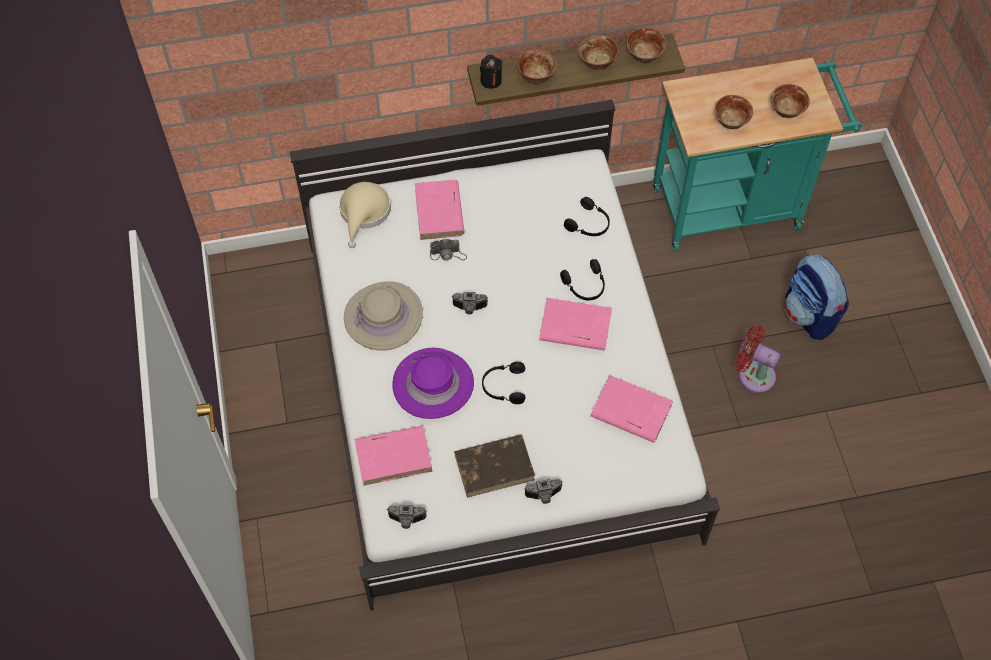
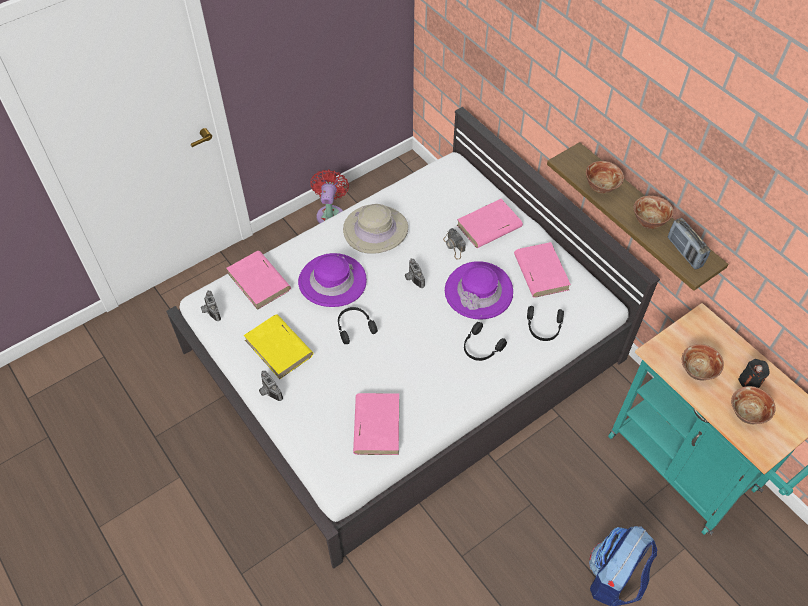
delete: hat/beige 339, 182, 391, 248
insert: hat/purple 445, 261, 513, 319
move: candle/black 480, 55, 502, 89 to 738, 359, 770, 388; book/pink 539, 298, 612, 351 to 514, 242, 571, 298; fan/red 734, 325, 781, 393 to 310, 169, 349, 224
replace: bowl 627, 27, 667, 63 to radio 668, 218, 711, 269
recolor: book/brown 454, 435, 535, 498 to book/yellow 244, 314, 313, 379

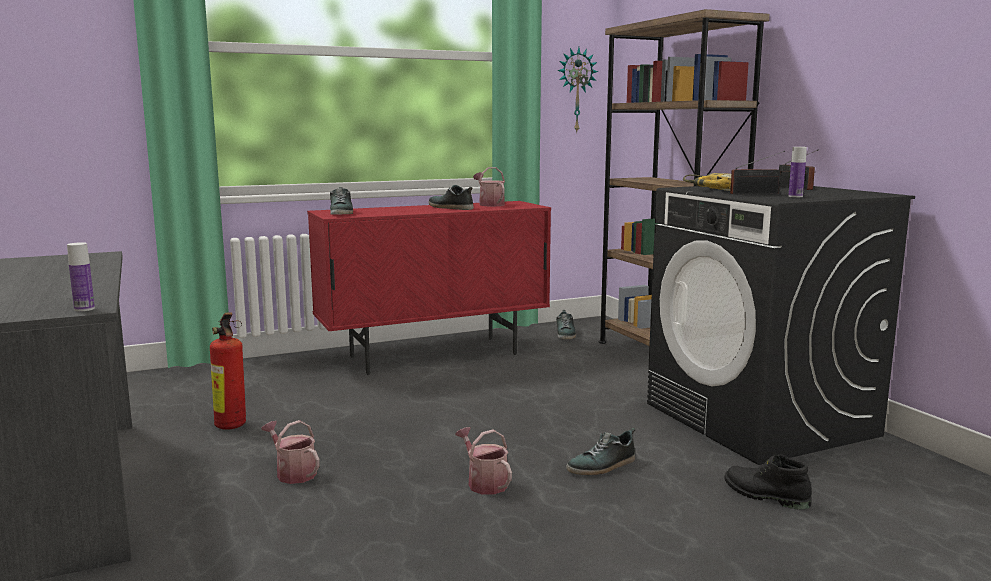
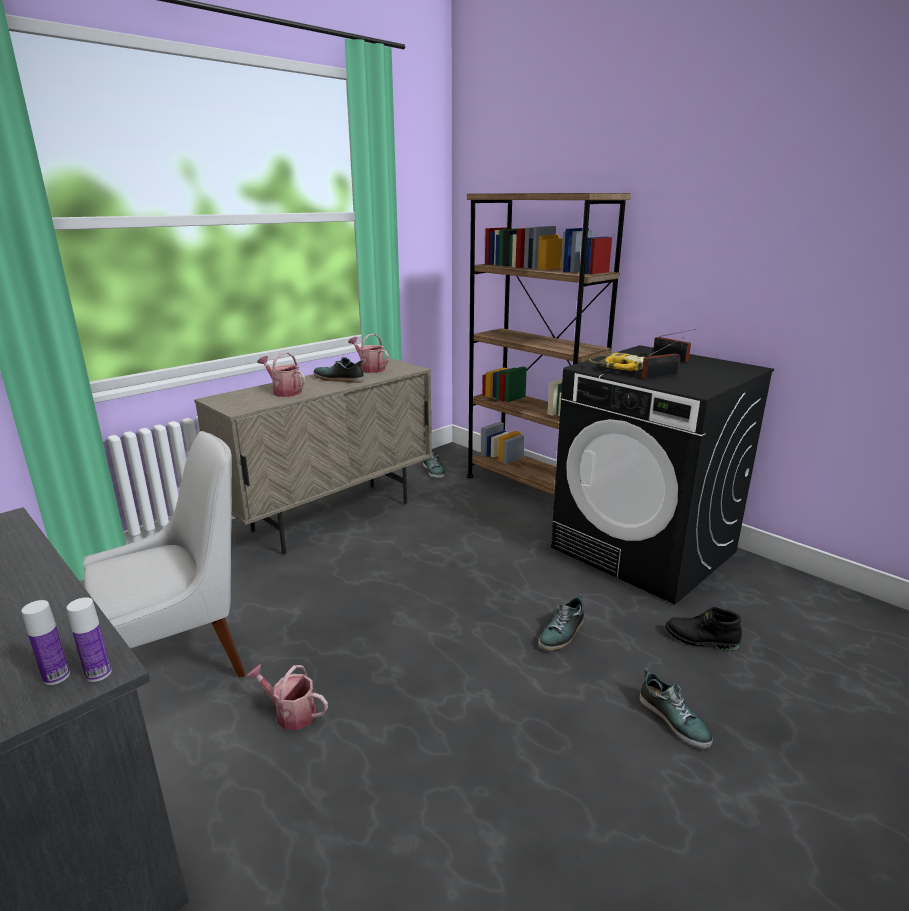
delete: wall clock 558, 47, 598, 132
move: shoe 330, 187, 353, 215 to 640, 668, 713, 749; watering can 455, 427, 512, 495 to 258, 352, 305, 397; bottle 788, 147, 807, 197 to 21, 600, 70, 685
replace: fire extinguisher 210, 312, 246, 430 to chair/white 83, 431, 245, 677
recolor: cabinet/red 307, 201, 551, 375 to cabinet/beige 194, 358, 432, 555

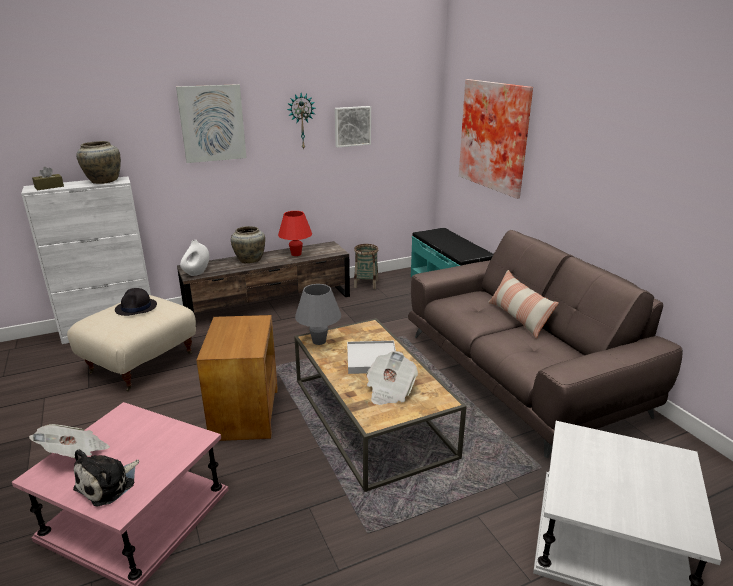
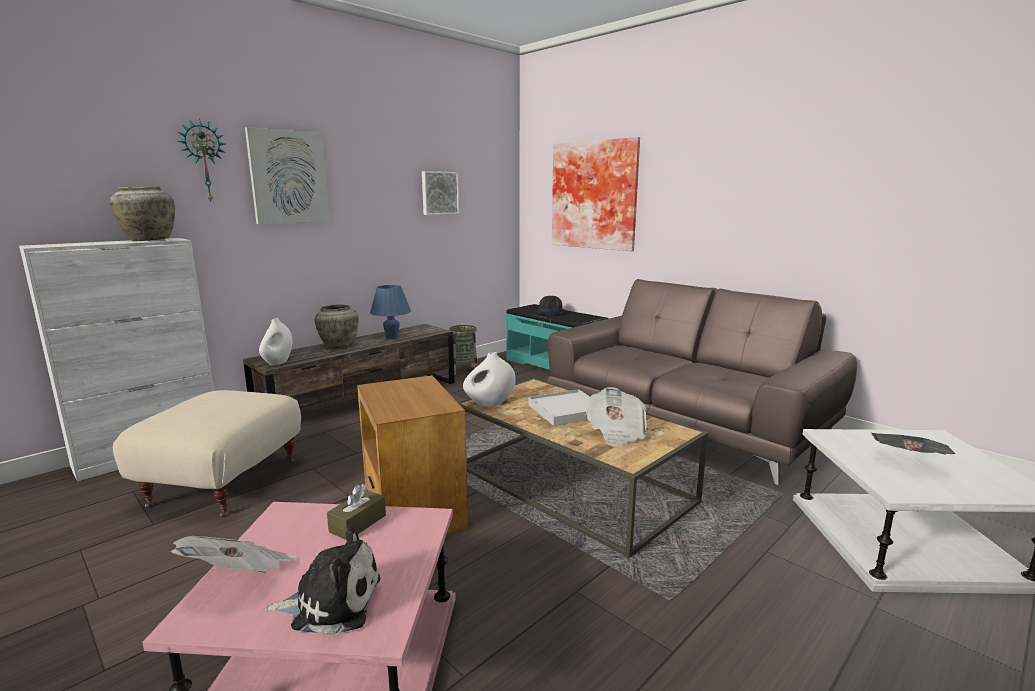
delete: pillow 488, 270, 559, 339
insert: newspaper 871, 433, 955, 455
move: tissue box/brown 32, 167, 64, 190 to 327, 484, 386, 540; hat/black 115, 288, 157, 316 to 534, 296, 567, 315; wall clock 287, 93, 316, 150 to 178, 118, 226, 202
replace: table lamp/grey 295, 284, 341, 345 to vase/white 463, 352, 516, 407
recolor: table lamp/red 278, 211, 312, 256 to table lamp/blue 370, 285, 411, 338
rotate: plush toy 73, 449, 139, 507 = 264, 527, 380, 635 105 degrees counterclockwise

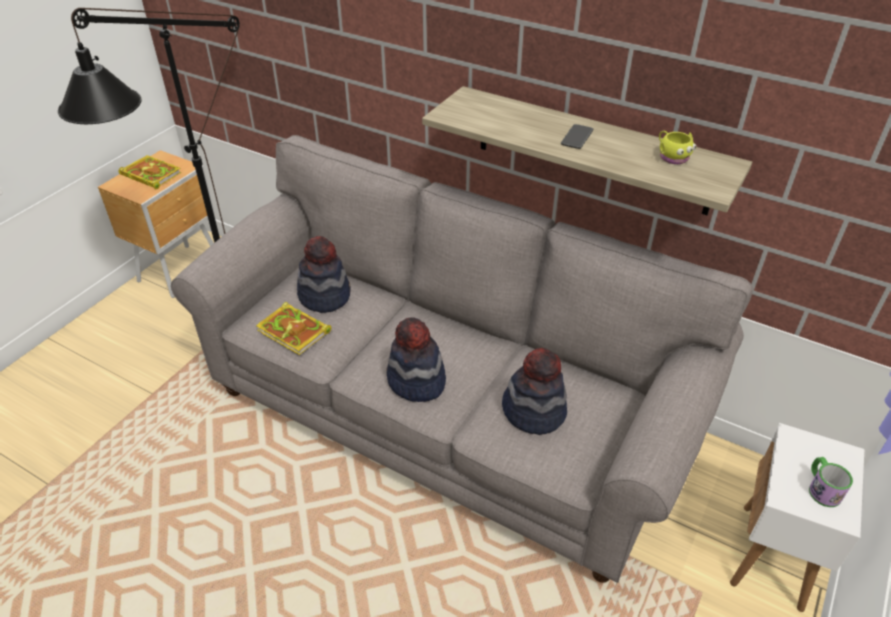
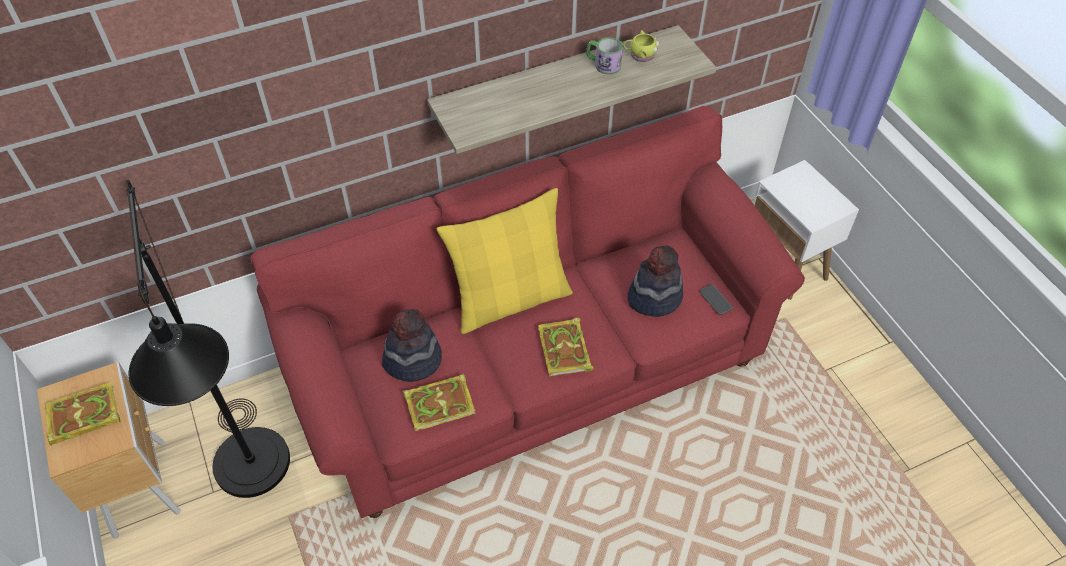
insert: pillow/yellow 436, 188, 573, 334
move: phone 561, 124, 593, 149 to 699, 284, 733, 315; mug 809, 457, 853, 507 to 586, 37, 623, 75
replace: hat 386, 318, 446, 402 to book 538, 318, 594, 377
recolor: sofa/grey 171, 135, 753, 583 to sofa/red 250, 106, 805, 518

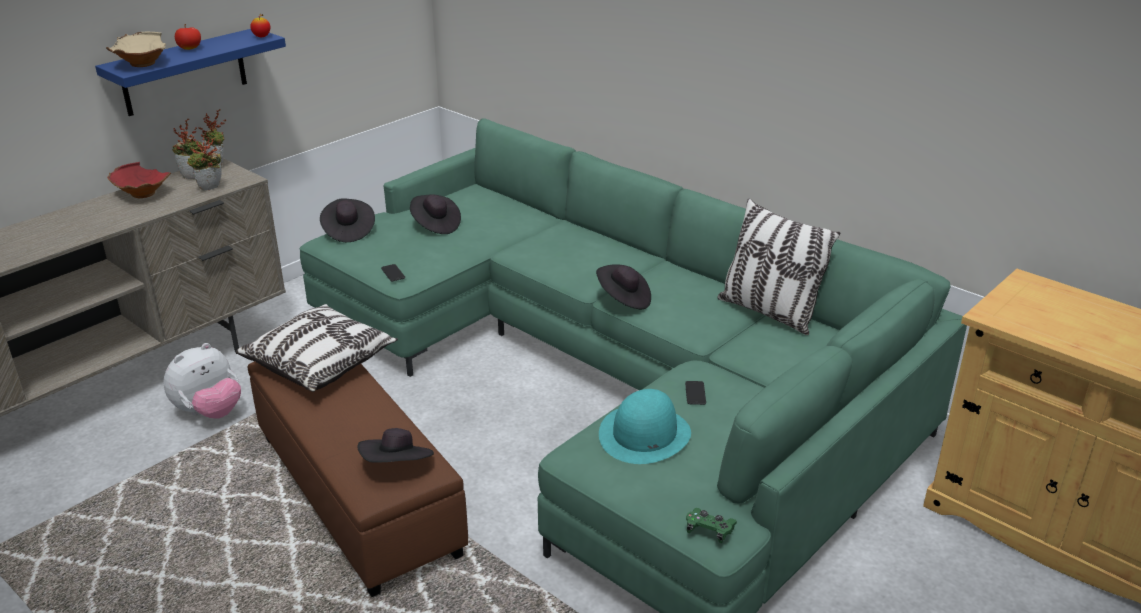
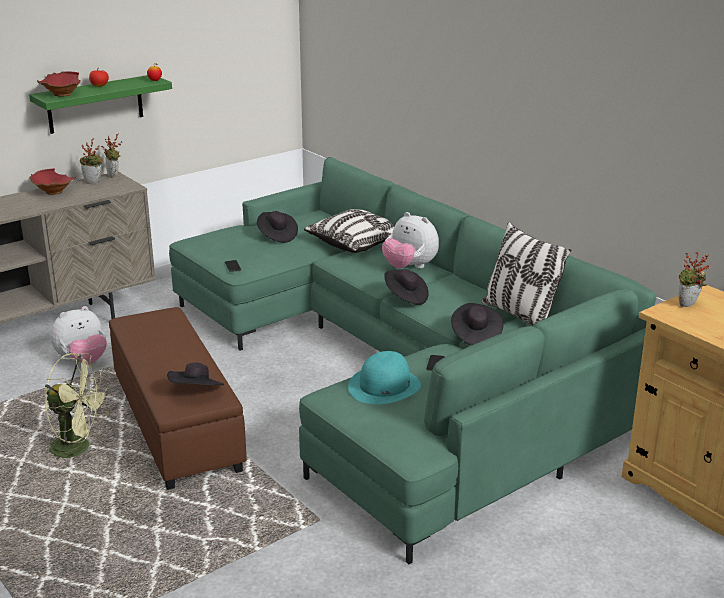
delete: game controller/green 686, 508, 737, 543
insert: fan/green 45, 353, 111, 459; plush toy 382, 212, 439, 269
move: potted plant 187, 135, 222, 191 to 679, 252, 709, 307; pillow 236, 304, 398, 392 to 304, 209, 394, 253; hat/black 320, 198, 375, 242 to 451, 303, 503, 346
recolor: shelf/blue 95, 29, 286, 116 to shelf/green 29, 75, 172, 134; bowl/beige 106, 32, 166, 67 to bowl/red 37, 71, 81, 97

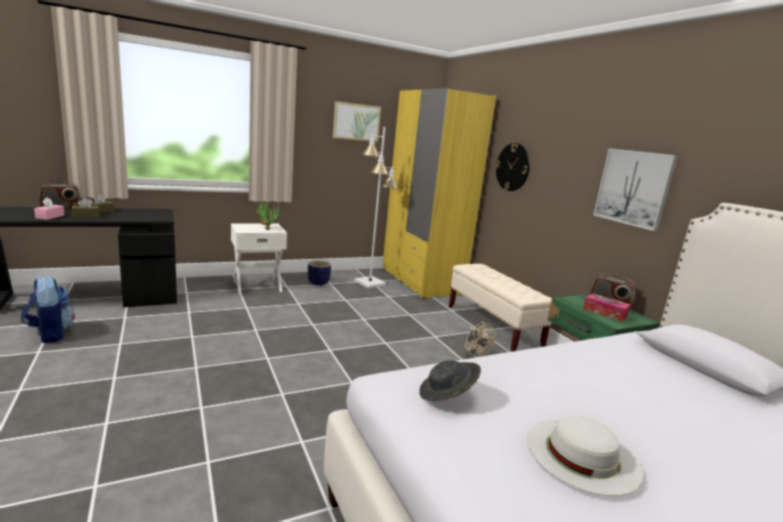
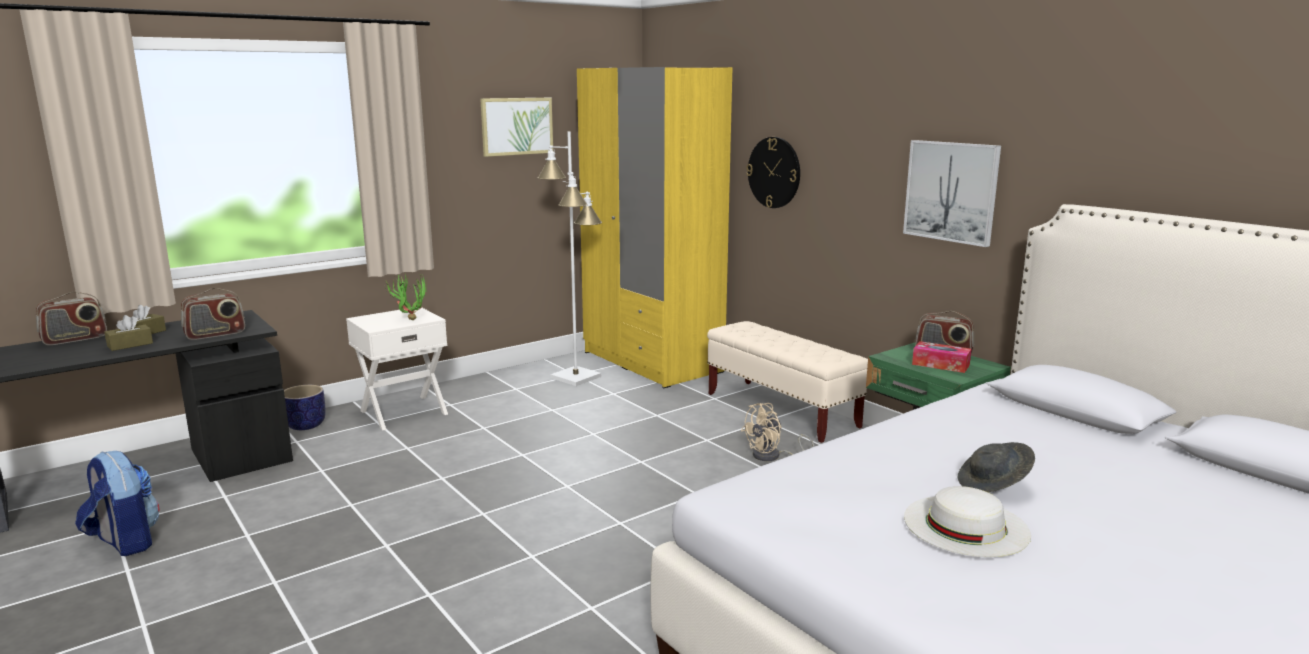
delete: tissue box/pink 34, 197, 64, 220
insert: radio 181, 288, 245, 340
move: planter 308, 260, 331, 285 to 284, 385, 326, 430; hat/grey 419, 360, 481, 401 to 958, 442, 1035, 492
rotate: fan/beige 464, 321, 496, 359 = 741, 403, 814, 461 90 degrees clockwise

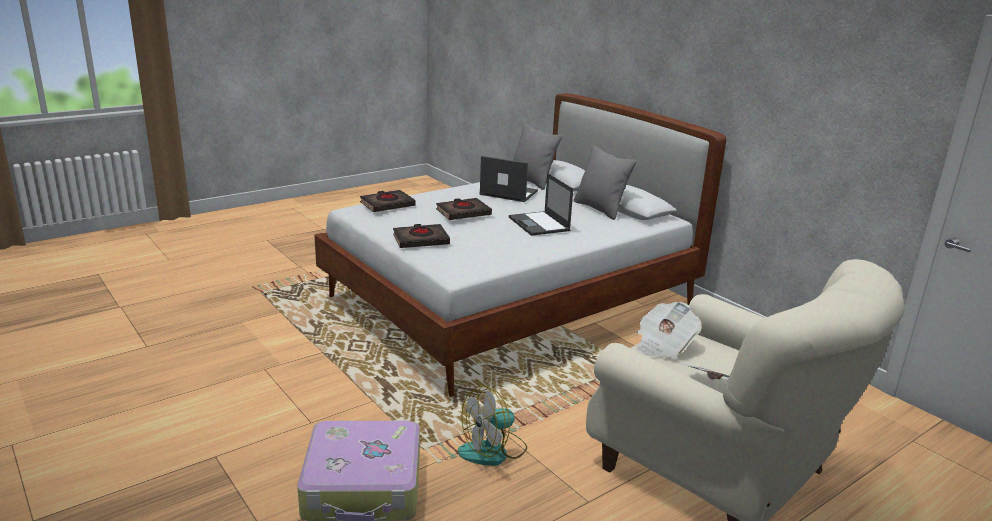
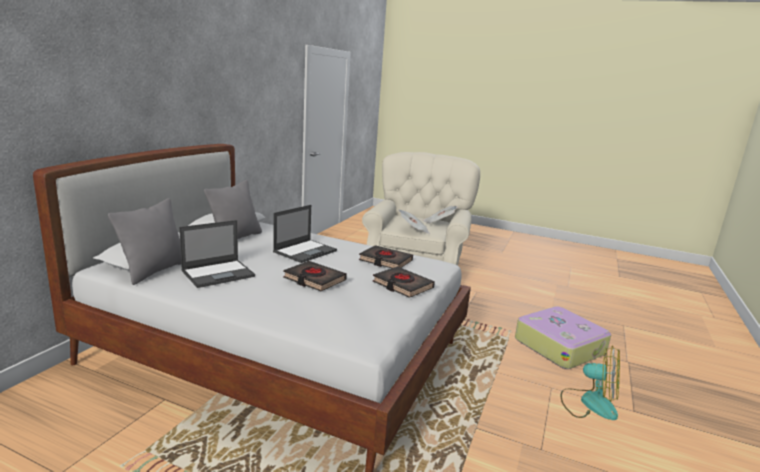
move: book/black 360, 190, 415, 212 to 359, 245, 413, 268; fan 457, 385, 527, 466 to 561, 345, 620, 420
rotate: laptop 479, 156, 538, 202 = 179, 220, 255, 288 120 degrees counterclockwise

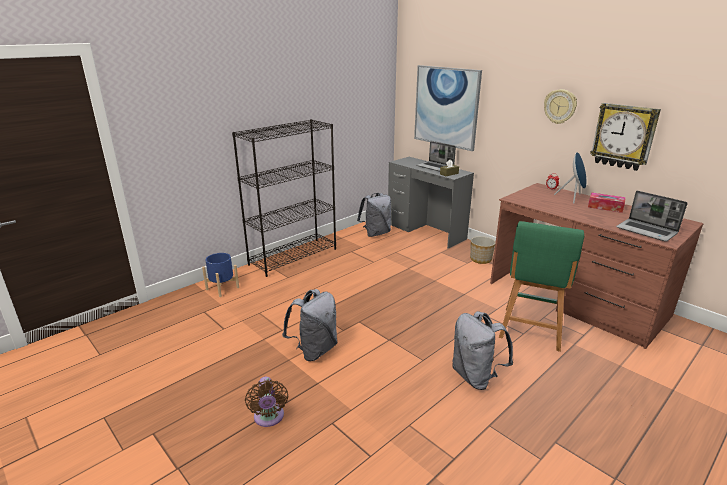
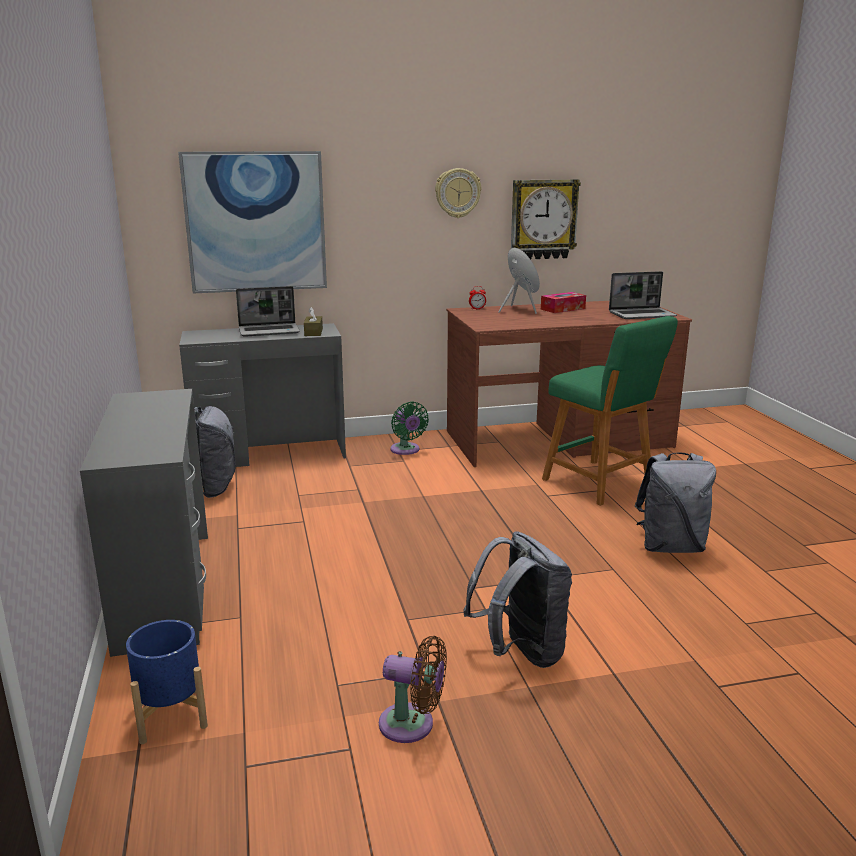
move: fan/brown 245, 377, 288, 427 to 379, 636, 447, 743
replace: bookcase/black 232, 119, 336, 277 to desk/grey 80, 389, 208, 657; planter 470, 236, 495, 264 to fan/green 391, 401, 429, 455

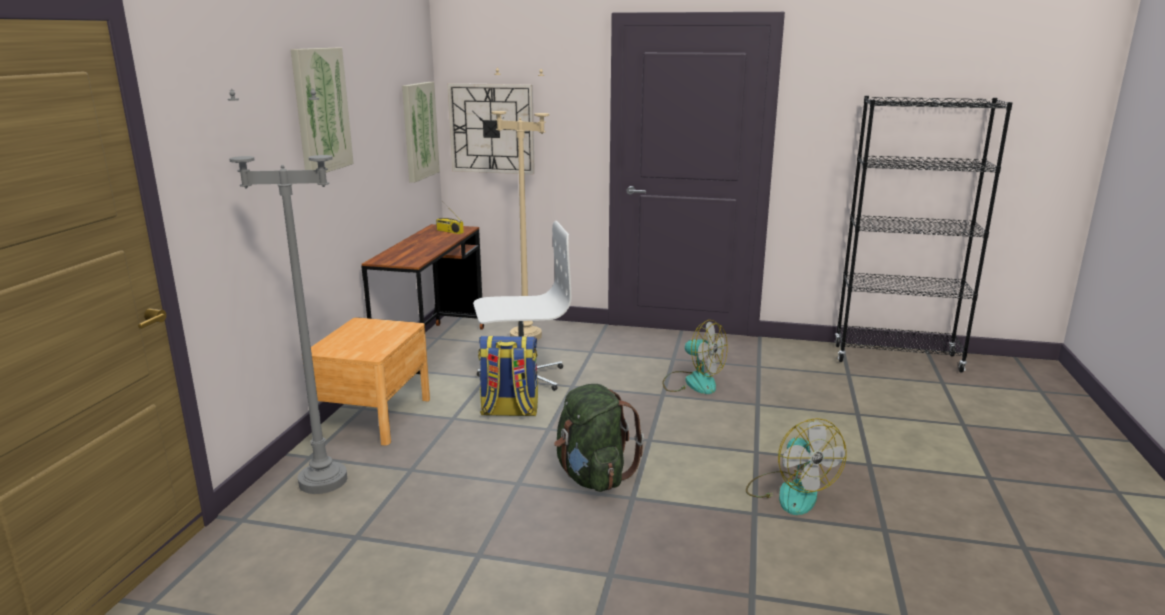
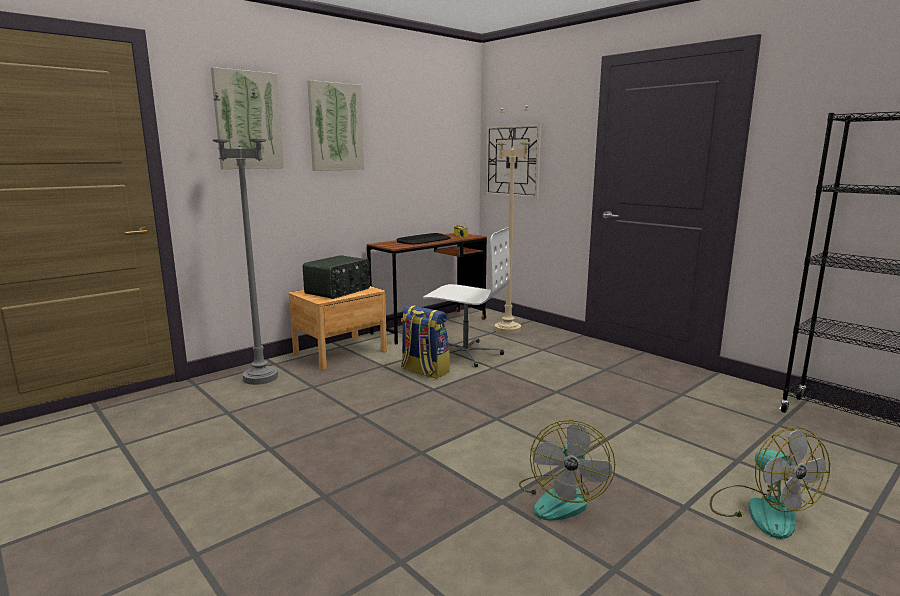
delete: backpack/green 554, 384, 644, 492
insert: radio 303, 255, 370, 299; keyboard 397, 233, 451, 245
move: picture 402, 82, 440, 183 to 211, 67, 284, 169; fan 662, 320, 728, 394 to 710, 427, 830, 539

